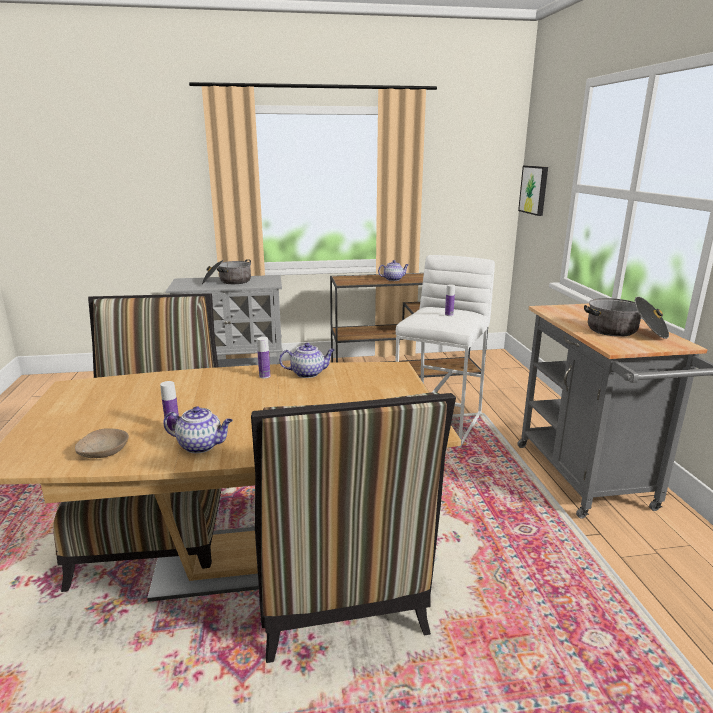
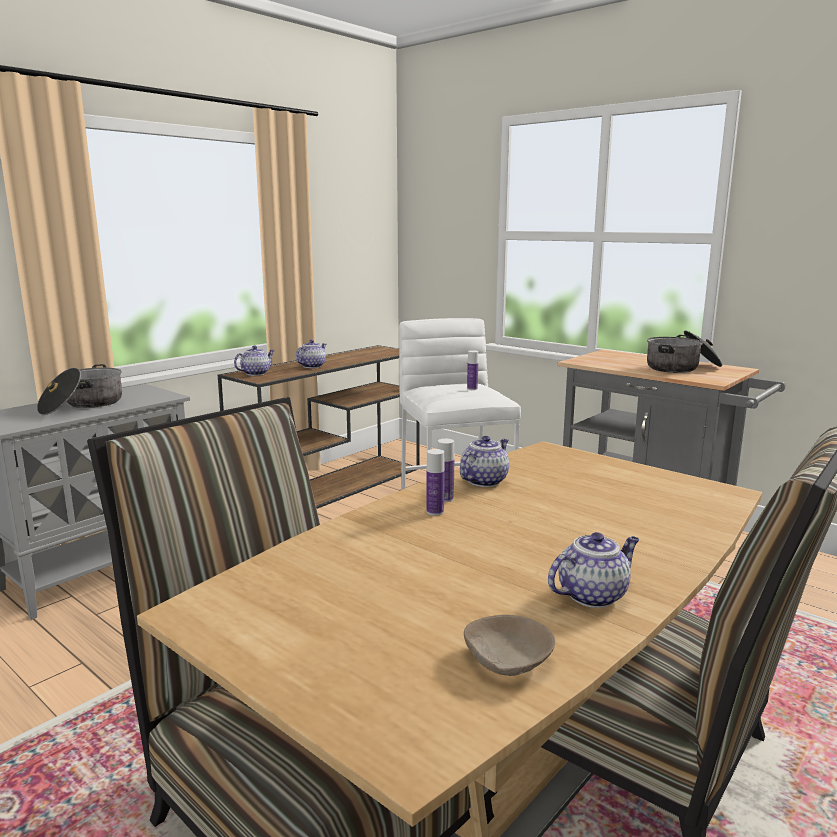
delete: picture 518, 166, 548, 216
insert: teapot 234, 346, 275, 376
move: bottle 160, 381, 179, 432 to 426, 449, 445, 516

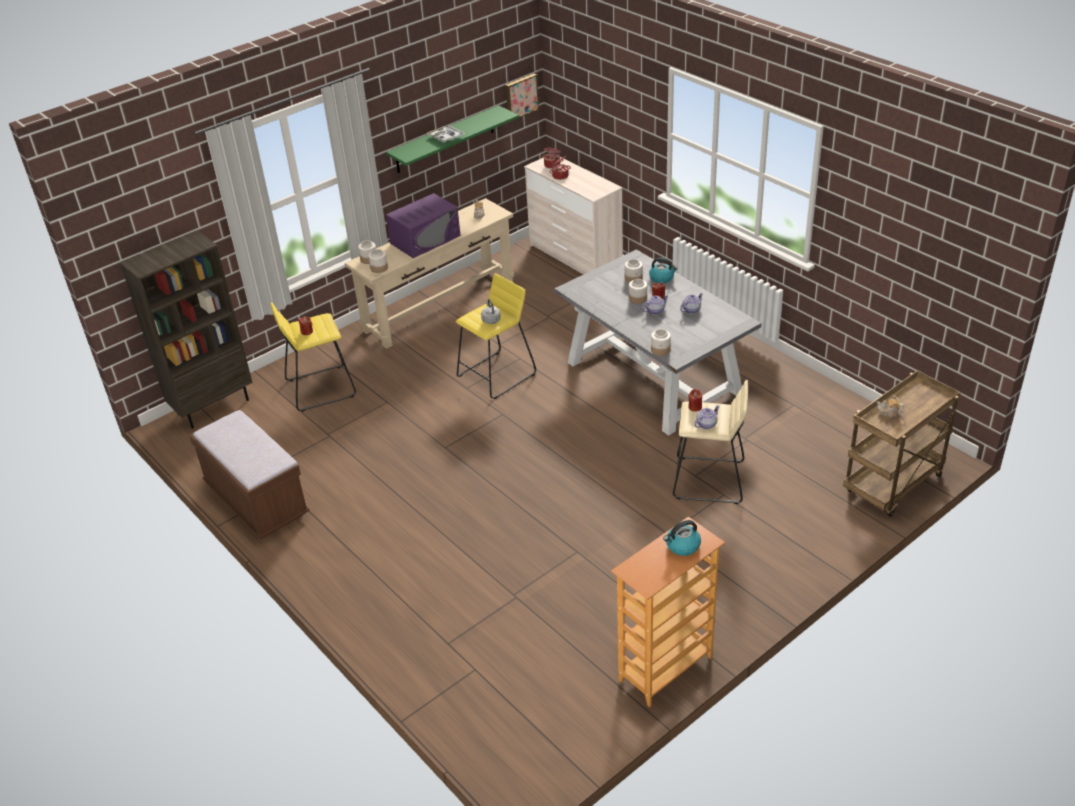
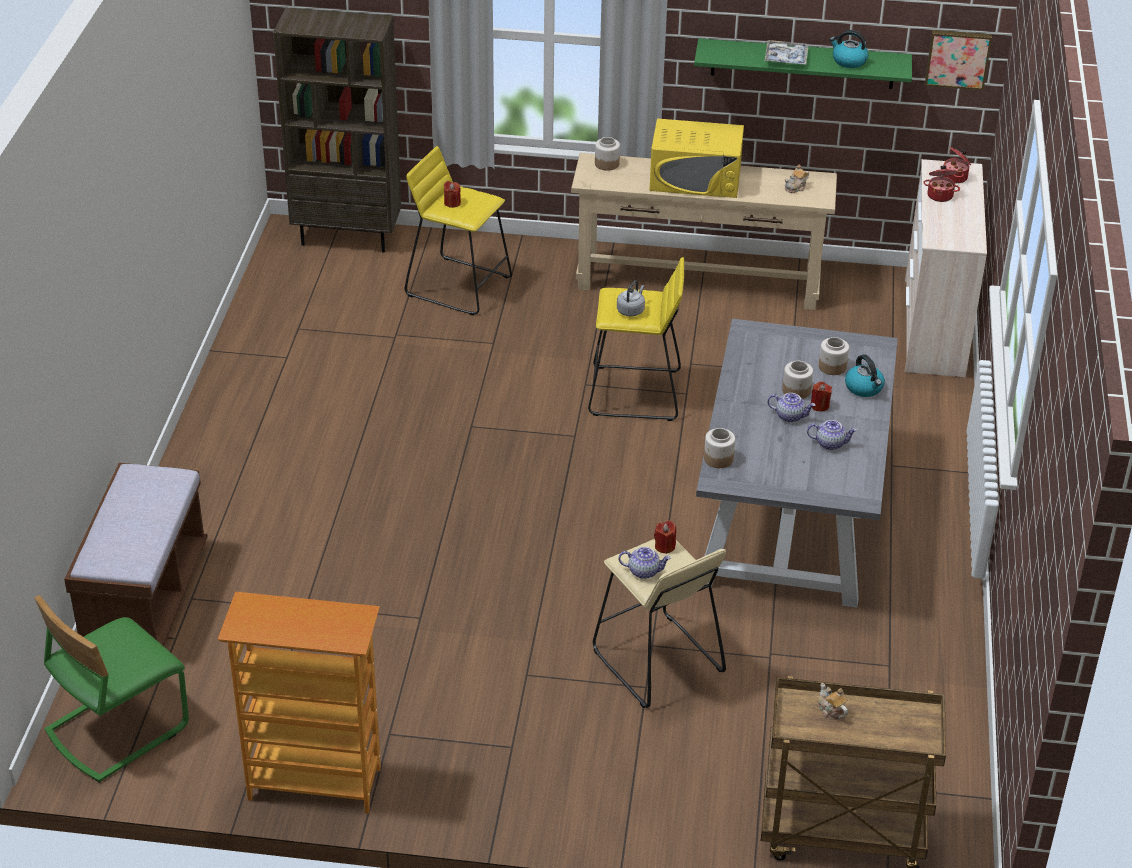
delete: jar 368, 249, 388, 273
insert: chair/green 35, 595, 189, 783
move: bench/brown 189, 410, 310, 539 to 64, 463, 208, 646; kettle 663, 520, 701, 556 to 830, 30, 868, 68
recolor: microwave/purple 386, 193, 461, 258 to microwave/yellow 649, 119, 744, 198

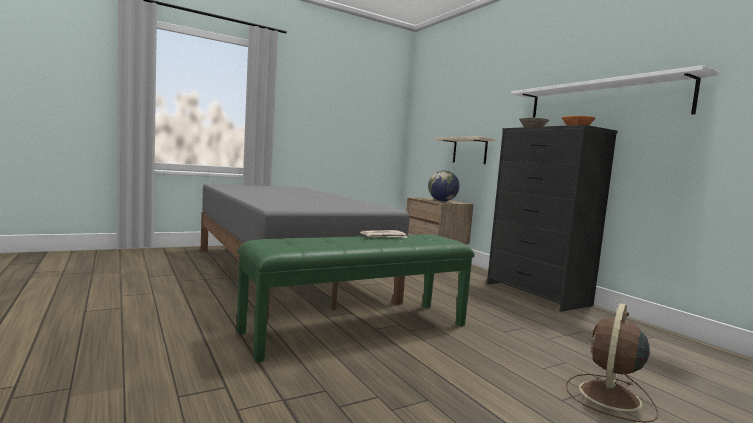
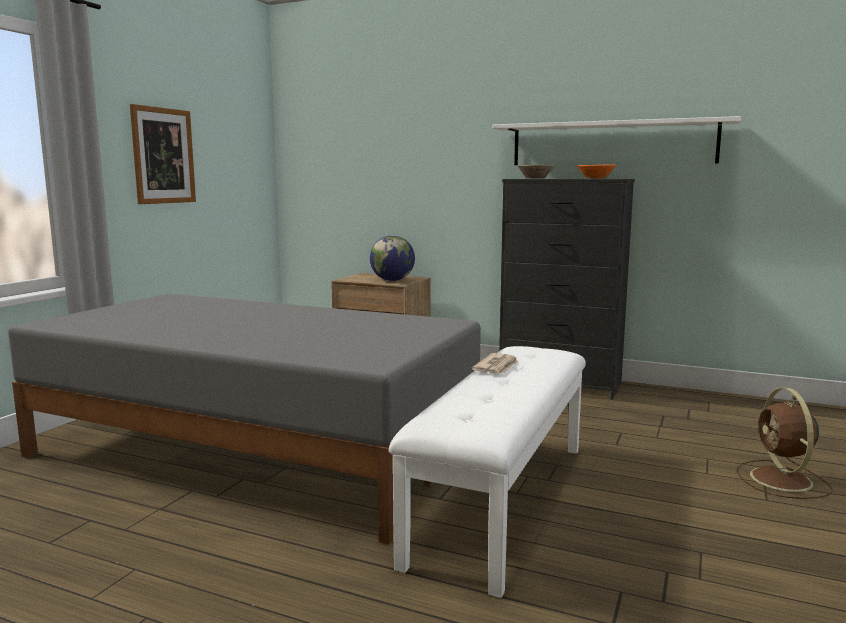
delete: shelf/beige 435, 136, 495, 164
insert: picture 130, 104, 196, 204
recolor: bench/green 237, 234, 475, 362 to bench/white 389, 346, 586, 598

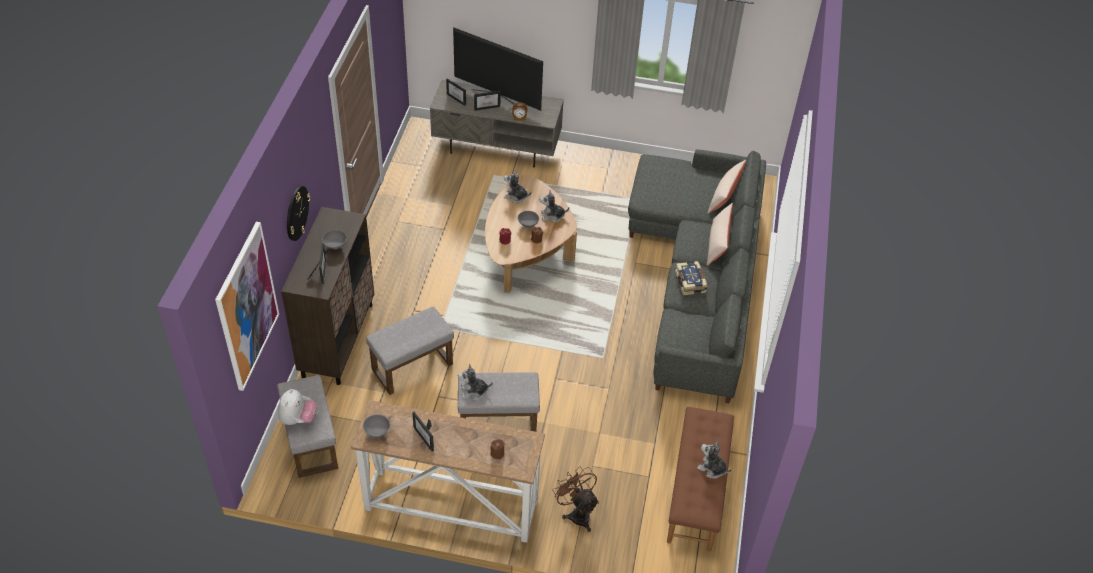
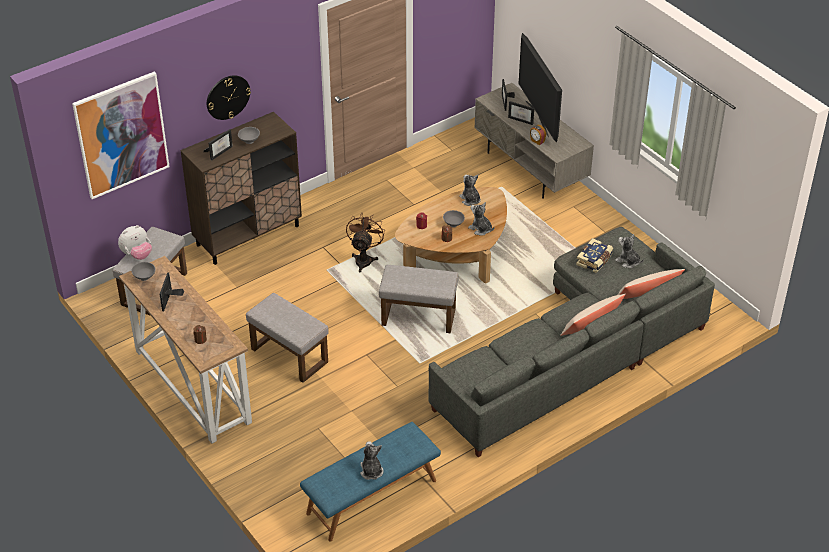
move: ottoman/grey 366, 307, 454, 395 to 379, 265, 458, 333; plush toy 458, 364, 493, 400 to 615, 234, 644, 268; fan/brown 552, 466, 599, 532 to 346, 213, 385, 272; book 675, 261, 708, 295 to 576, 238, 613, 273
recolor: bench/brown 667, 407, 734, 552 to bench/blue 300, 422, 441, 541

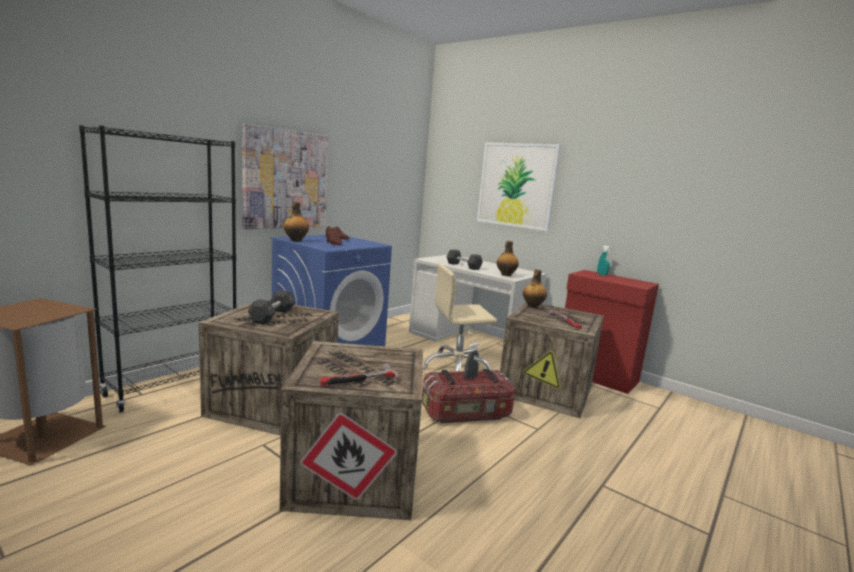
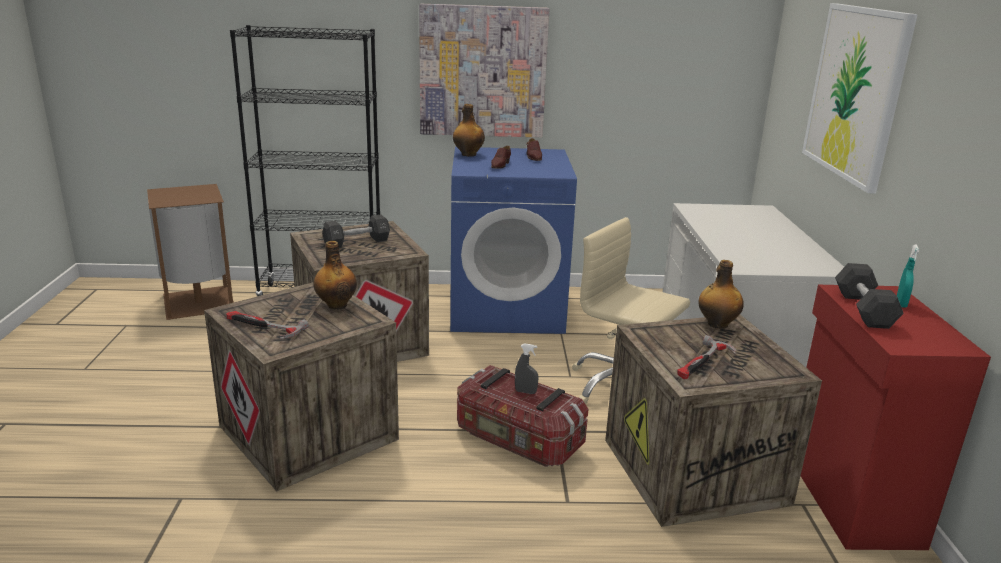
move: dumbbell/black 447, 250, 483, 270 to 835, 263, 904, 329; bottle 497, 241, 519, 276 to 313, 241, 357, 310

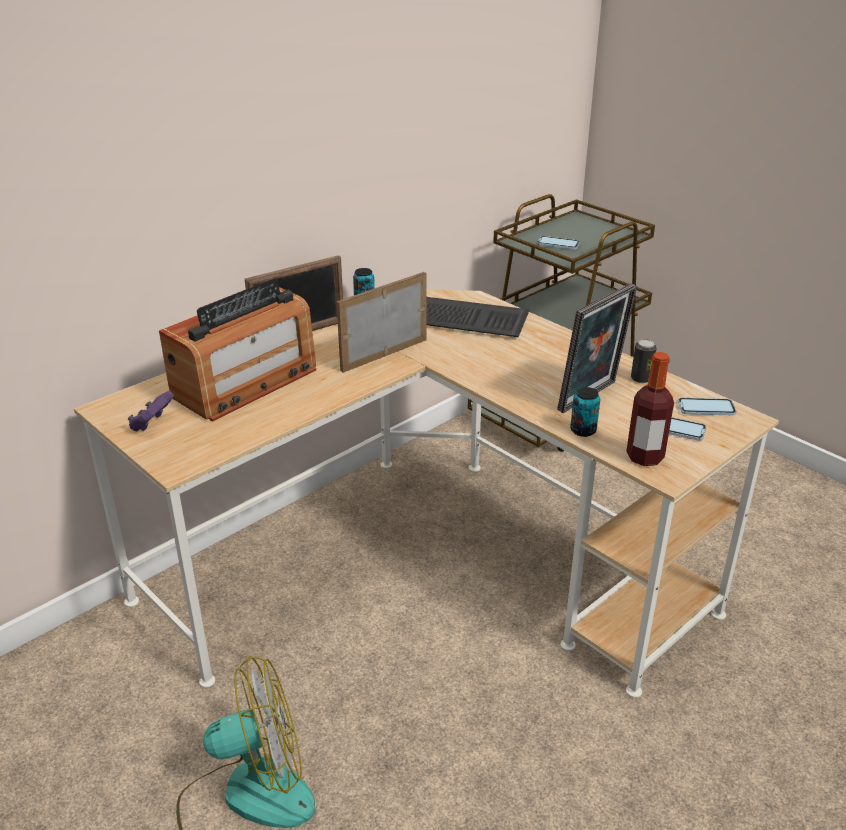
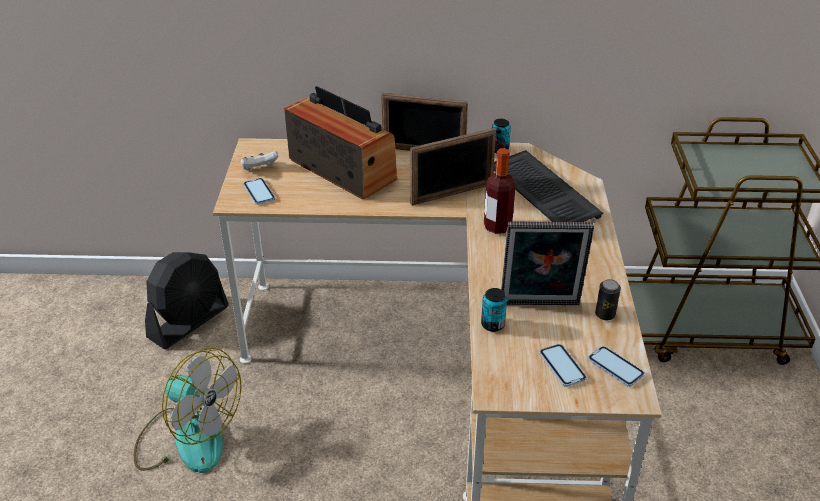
insert: fan/black 145, 252, 229, 349
move: phone 537, 236, 580, 249 to 243, 178, 275, 205; bottle 626, 352, 674, 466 to 484, 148, 516, 234
recolor: game controller/purple 128, 391, 174, 431 to game controller/white 241, 151, 278, 171
rotate: radio 159, 278, 316, 422 = 284, 86, 397, 199 135 degrees counterclockwise; picture frame 336, 272, 427, 373 = 410, 128, 496, 206 150 degrees clockwise

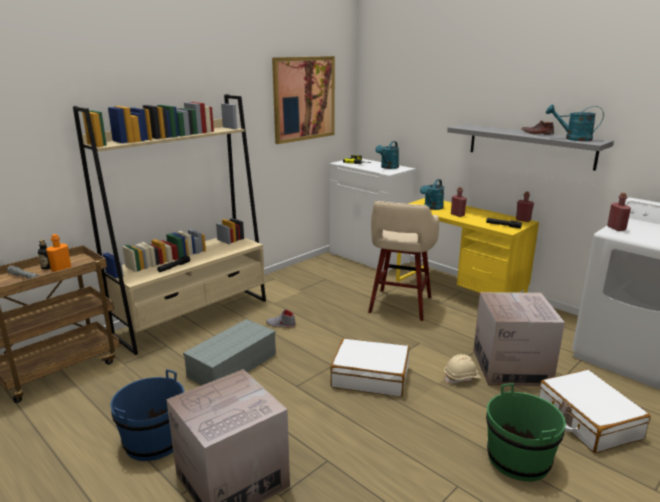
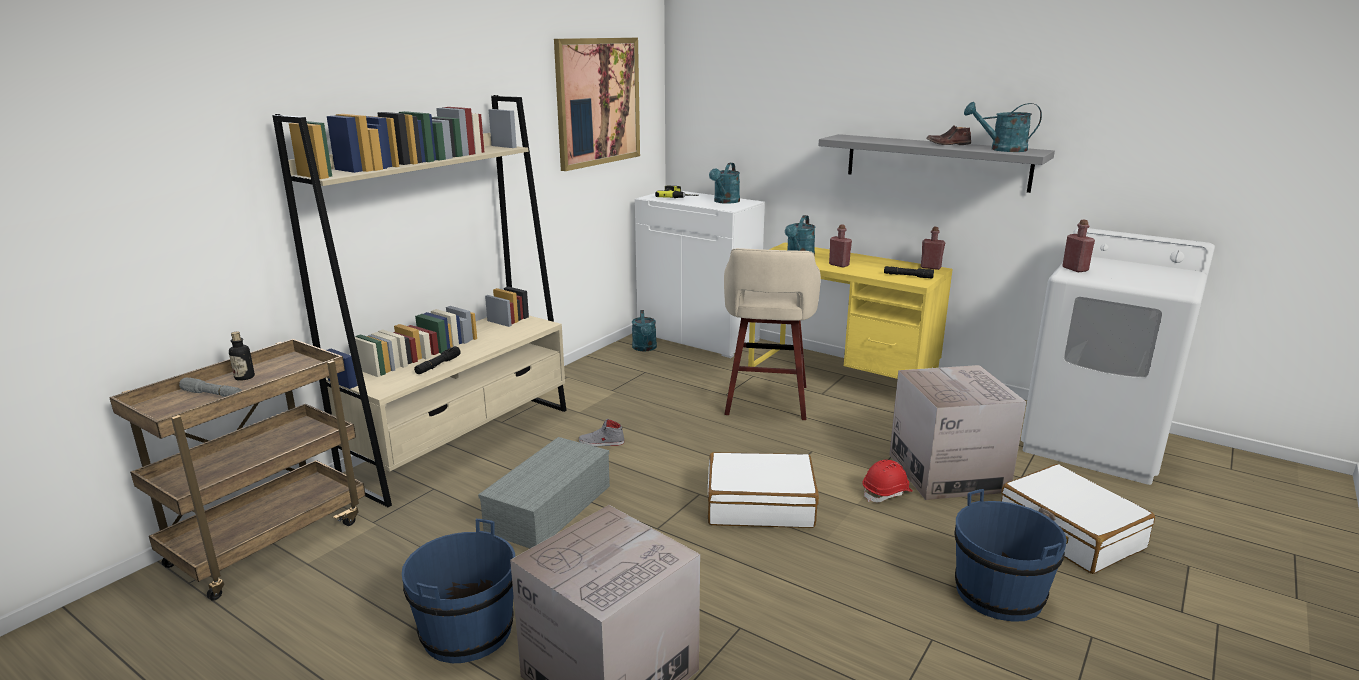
delete: bottle/orange 46, 234, 71, 272
insert: watering can/turquoise 632, 310, 657, 351
recolor: hard hat/beige 444, 354, 481, 384 to hard hat/red 862, 460, 913, 502; bucket/green 486, 383, 566, 482 to bucket/blue 954, 489, 1067, 622

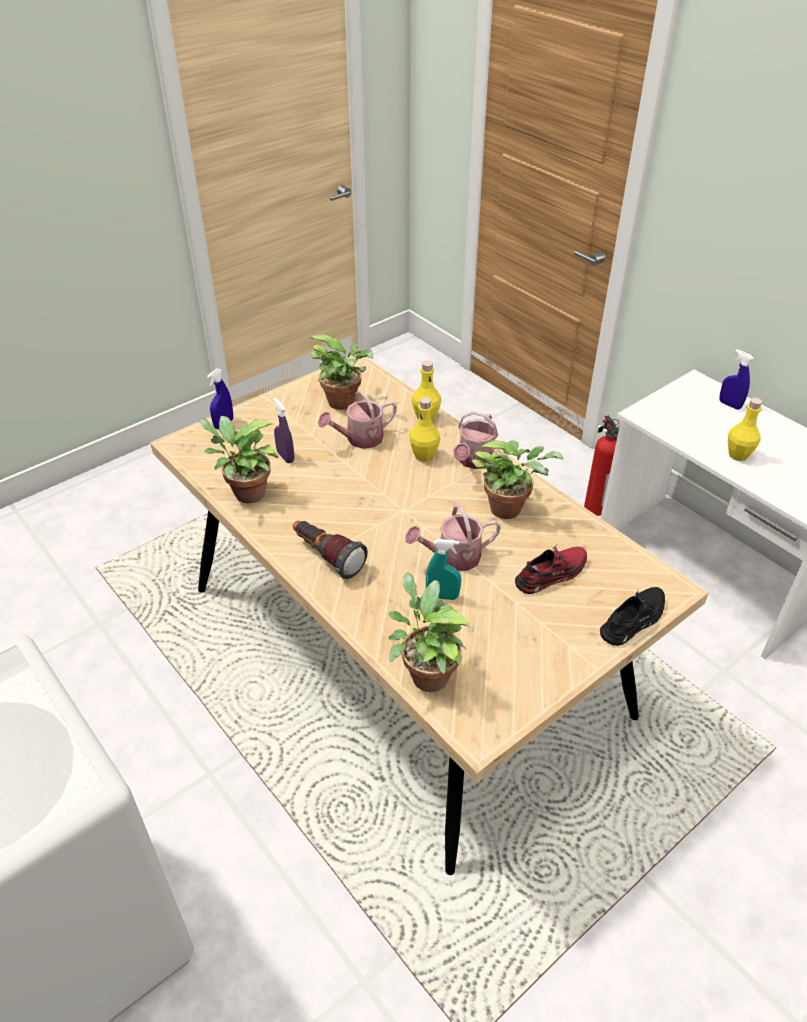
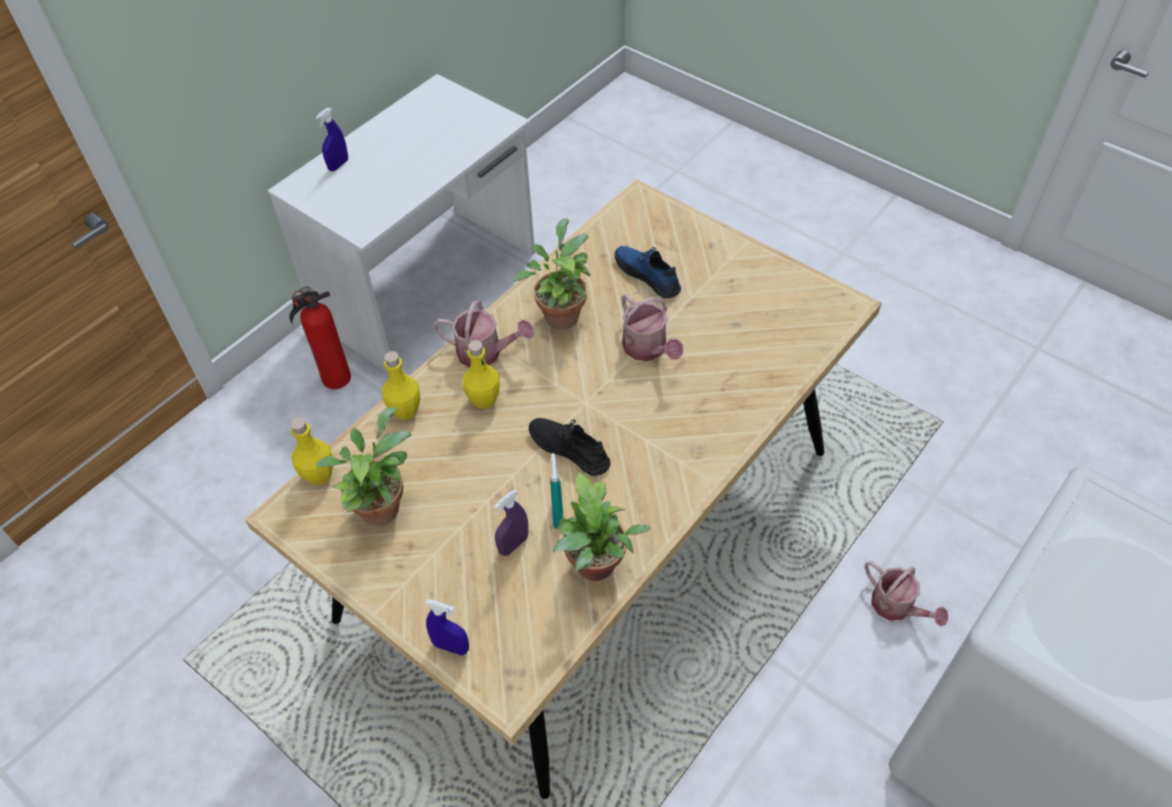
delete: flashlight 293, 520, 368, 579; potted plant 388, 572, 470, 692
move: watering can 318, 391, 397, 449 to 864, 561, 948, 626; spray bottle/turquoise 426, 539, 461, 600 to 550, 453, 563, 529; shoe/black 600, 587, 665, 646 to 529, 418, 611, 476; bottle/yellow 728, 398, 762, 461 to 291, 417, 333, 485
recolor: shoe/red 515, 545, 587, 594 to shoe/blue 614, 246, 681, 298

